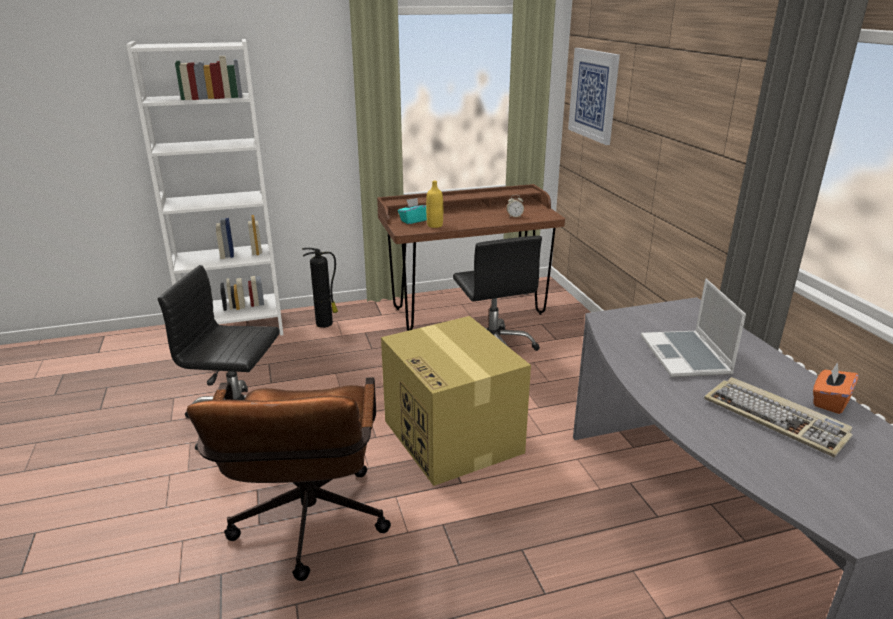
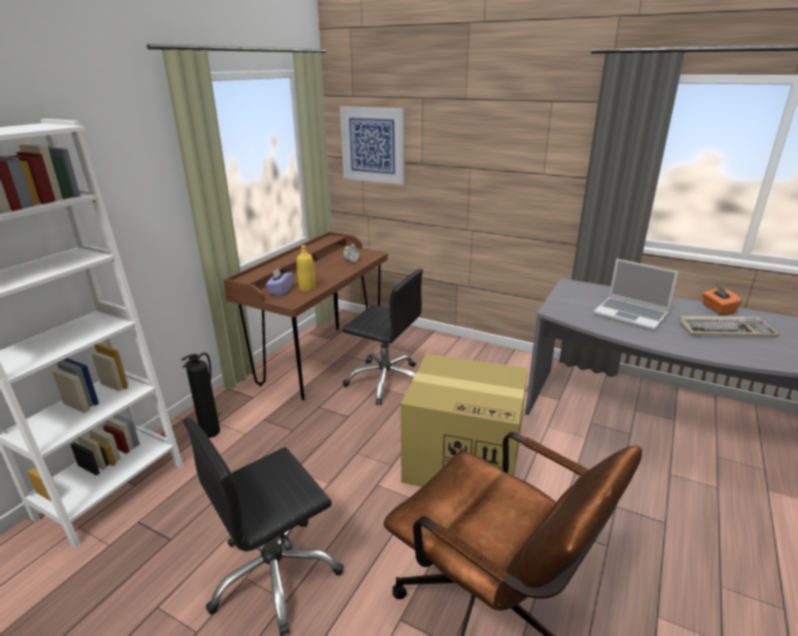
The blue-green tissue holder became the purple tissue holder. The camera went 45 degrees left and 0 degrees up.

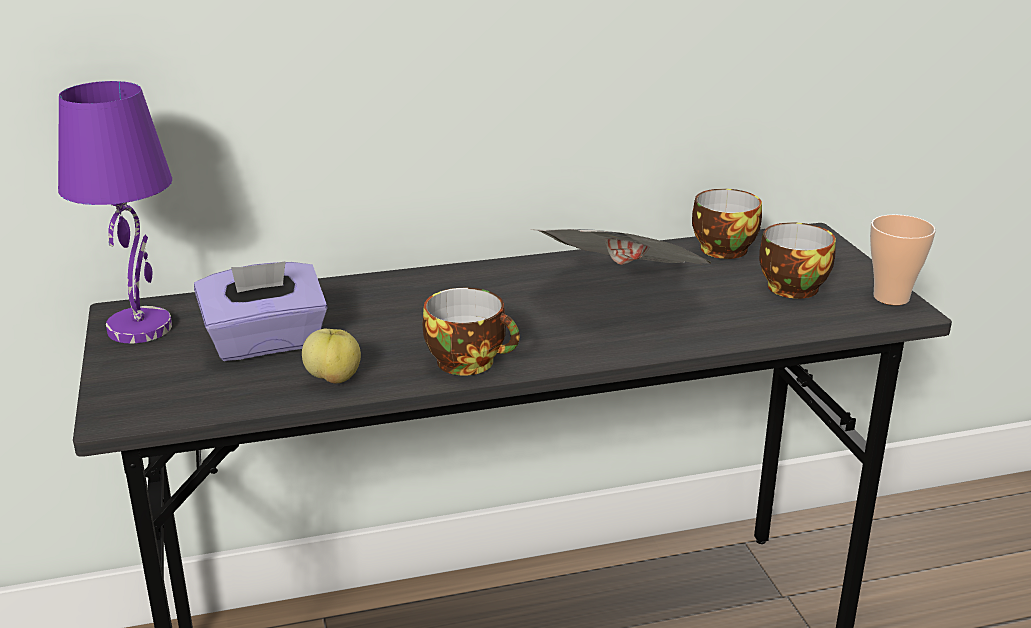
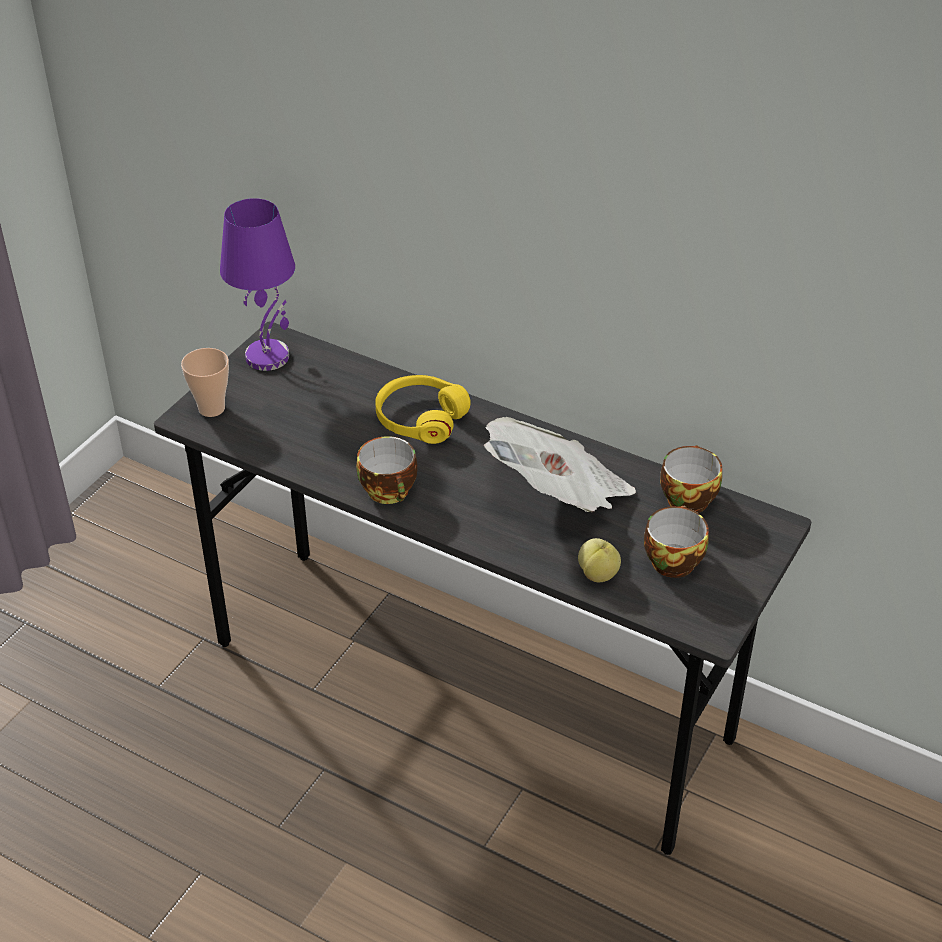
The purple tissue holder disappeared. The yellow-coloured pair of headphones appeared. The apple fruit moved. The cup (no. 4 from left in the first image) moved. The camera went 45 degrees right and 15 degrees up.

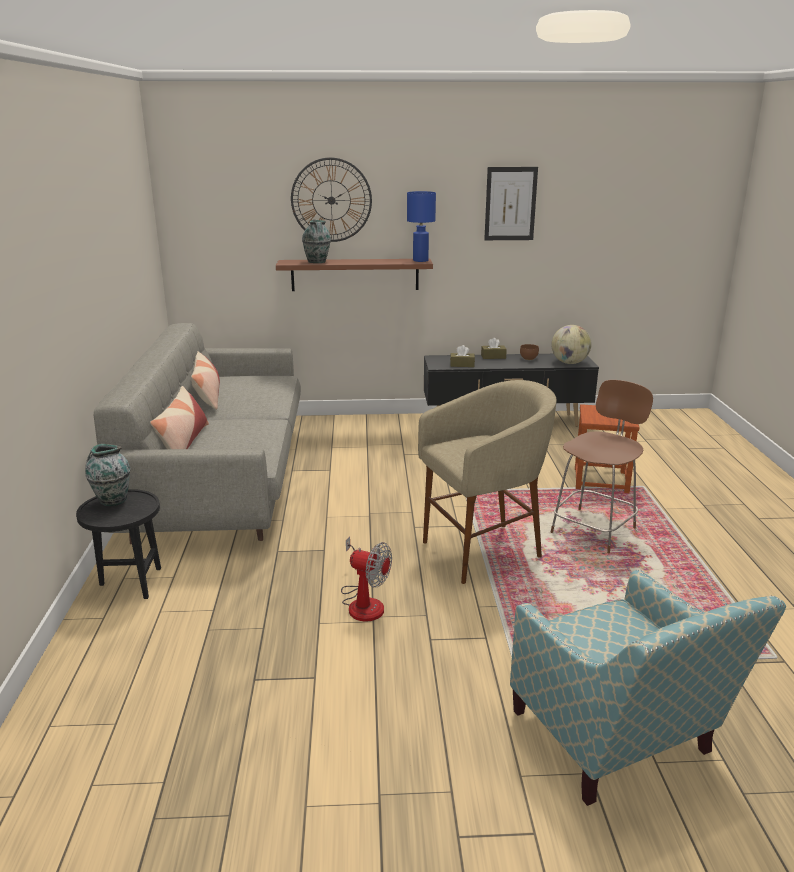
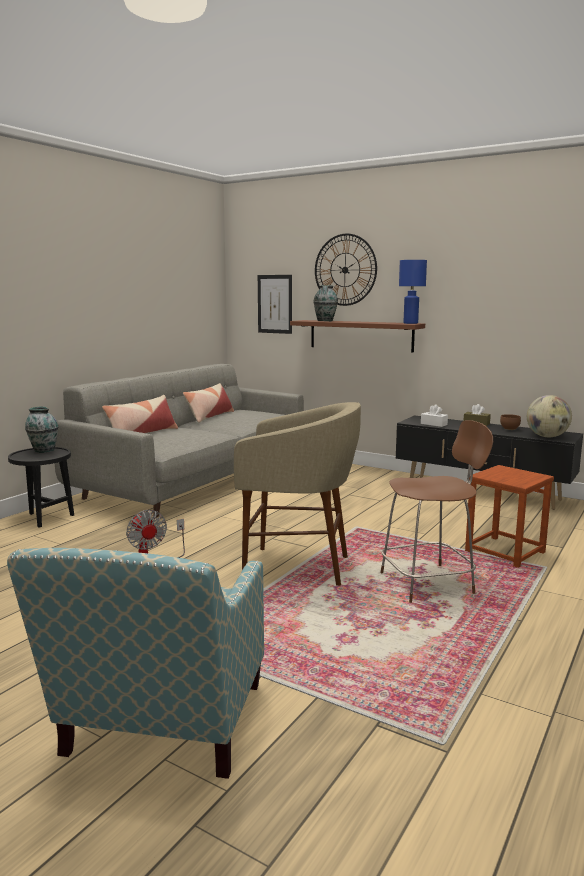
The picture moved. The brown-coloured tissue holder (no. 1 from left) became the white tissue holder. The camera went 35 degrees right and 10 degrees down.

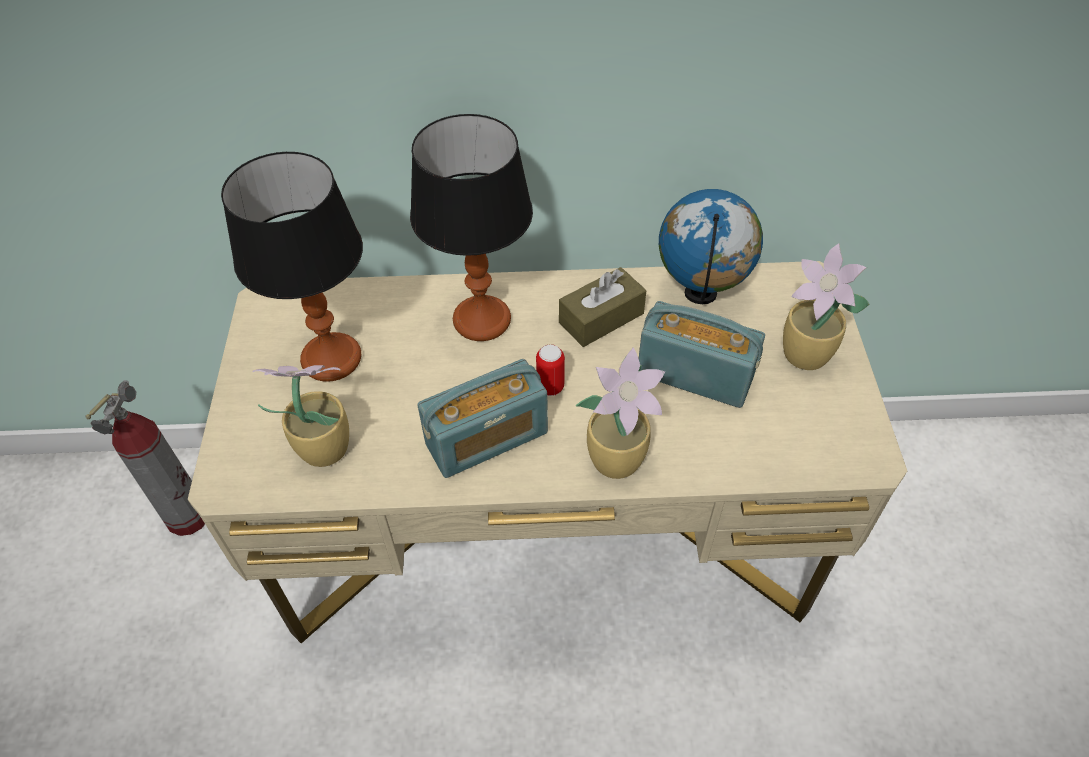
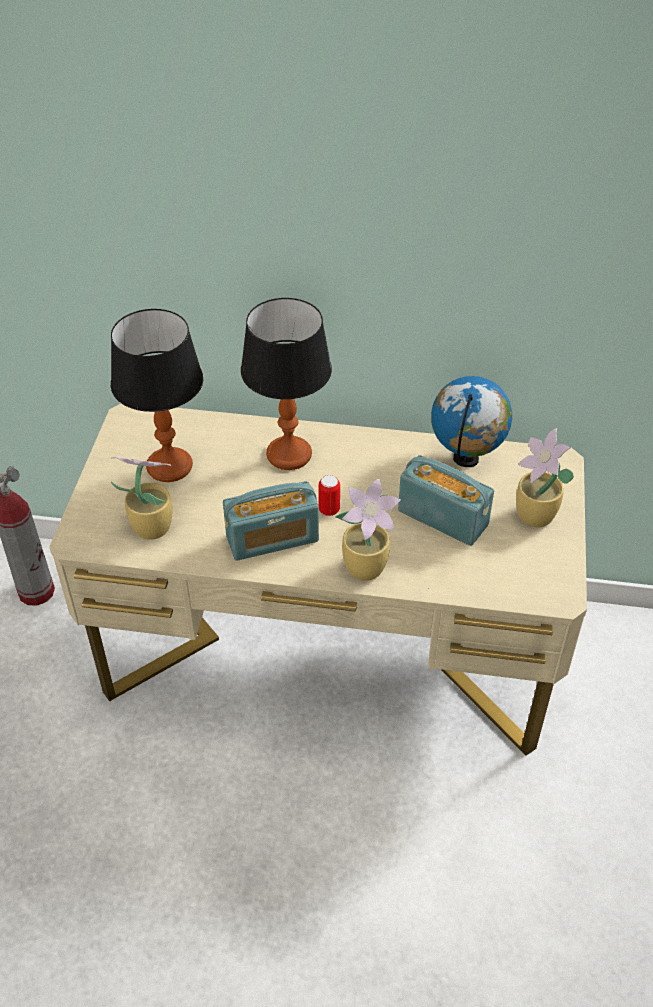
The brown-coloured tissue holder disappeared. The camera went 10 degrees right and 5 degrees down.

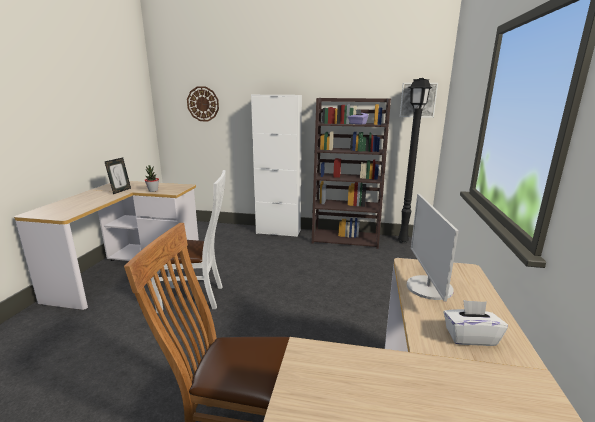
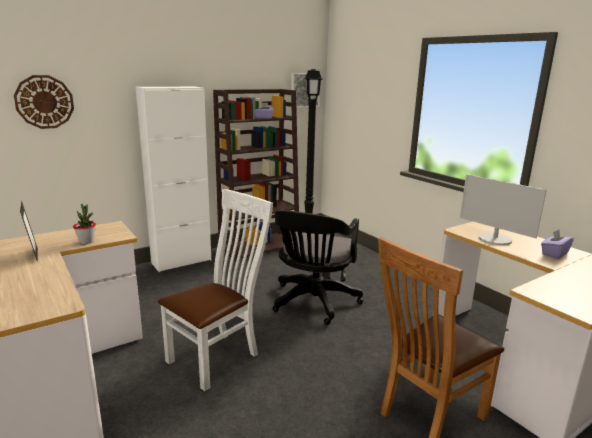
The black desk chair appeared. The white tissue holder became the purple tissue holder (no. 2 from left). The camera went 45 degrees left and 0 degrees up.

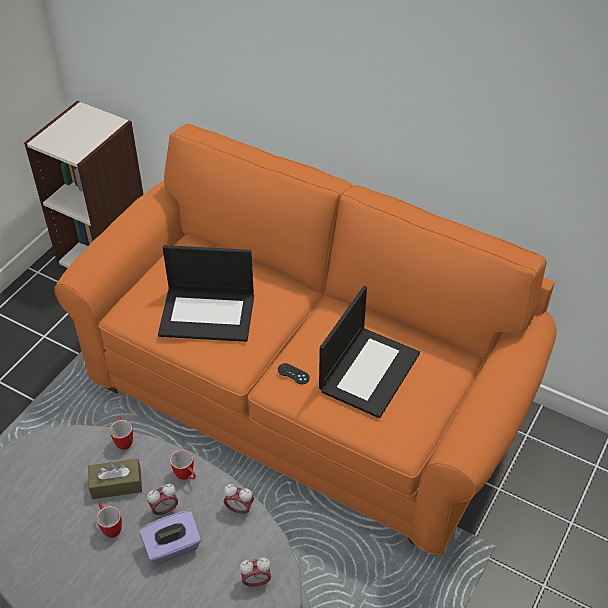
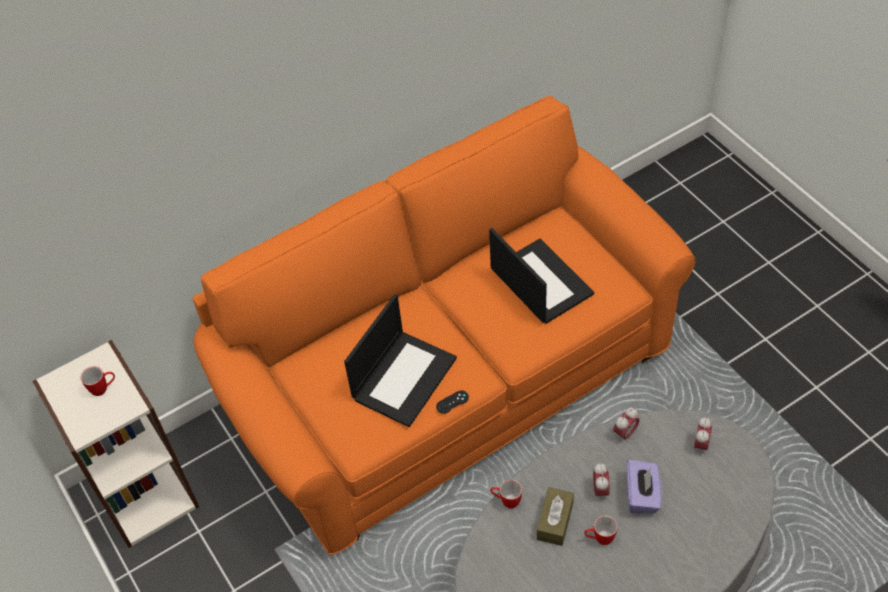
The mug (no. 3 from left in the first image) moved. The black gamepad moved. The camera went 60 degrees left and 5 degrees up.

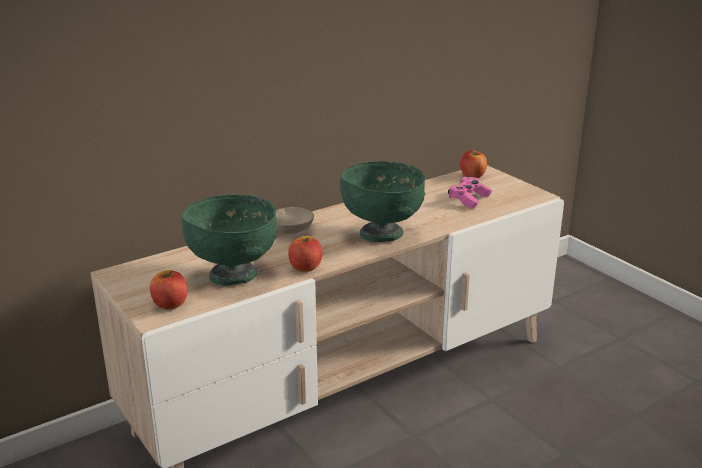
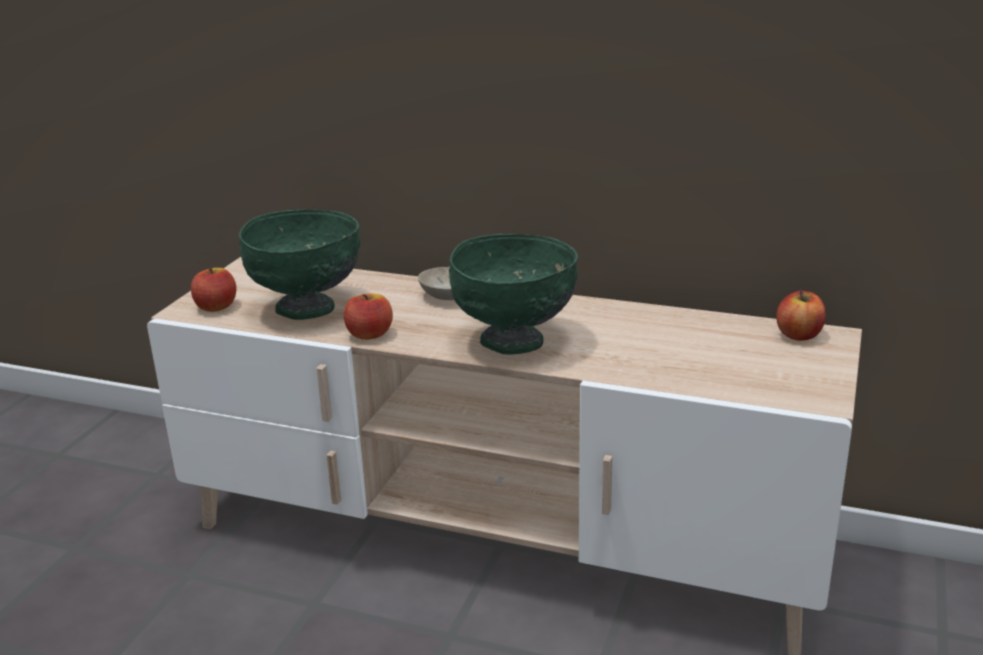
The pinkish gamepad disappeared. The camera went 55 degrees right and 0 degrees up.

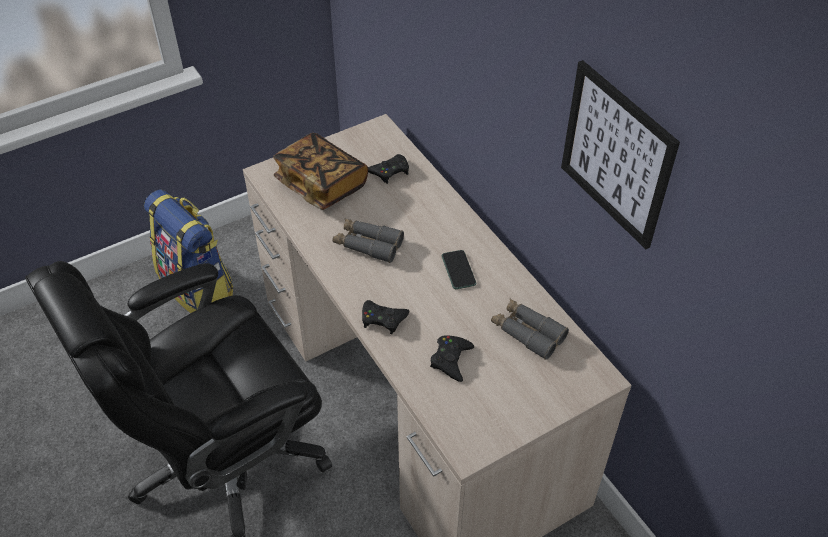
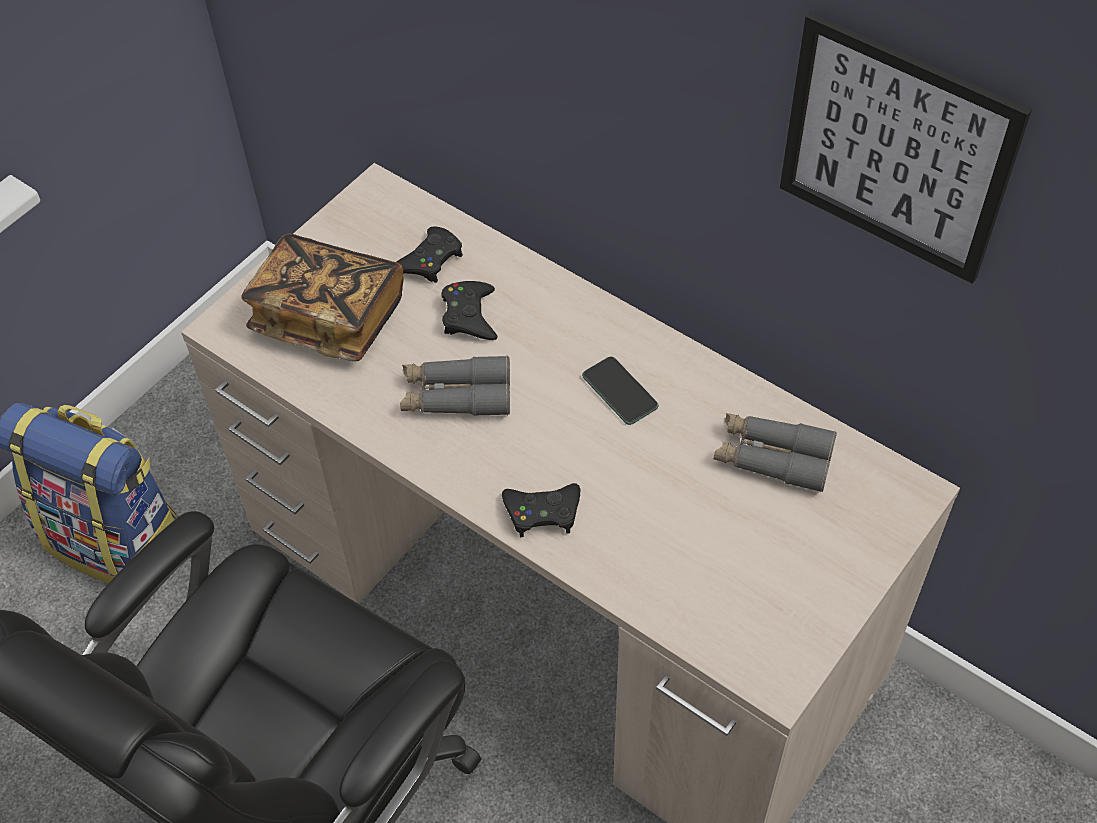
The black gamepad (no. 3 from left in the first image) moved. The camera went 20 degrees left and 5 degrees up.

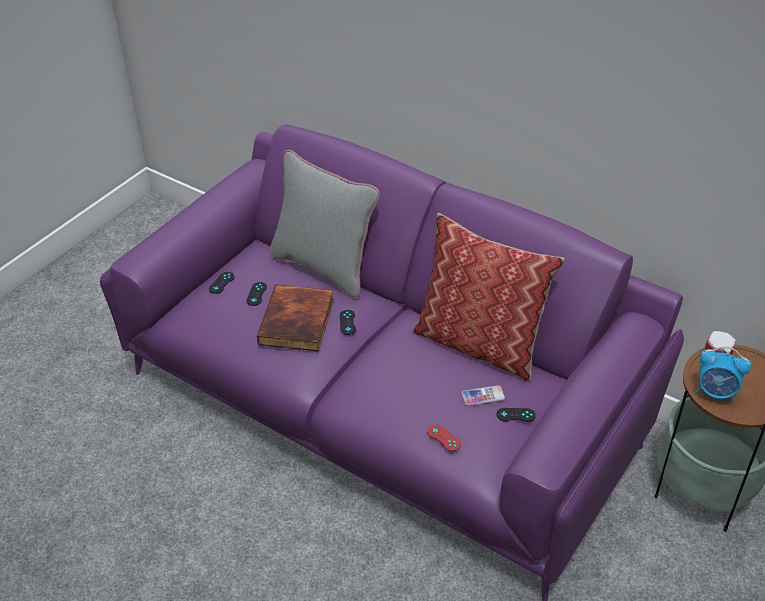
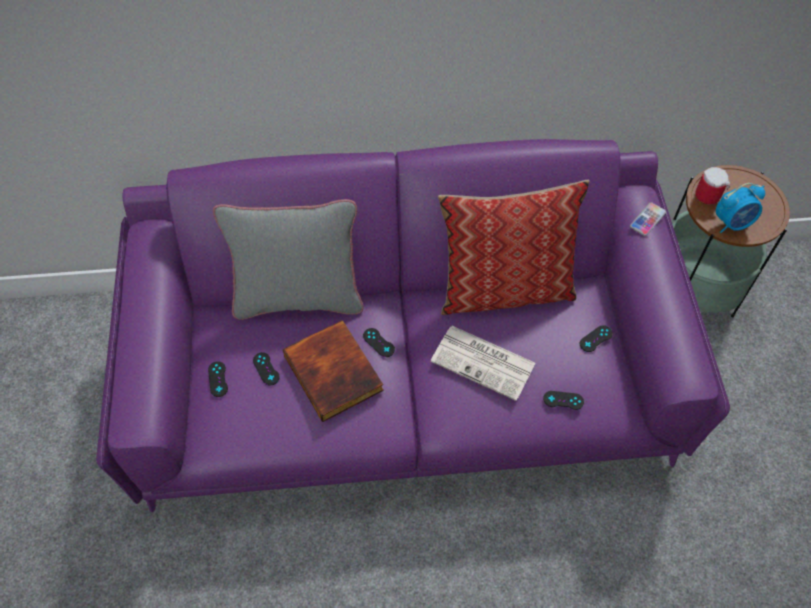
The daily paper appeared. The phone moved. The reddish gamepad became the black gamepad (no. 4 from left). The camera went 40 degrees left and 15 degrees up.

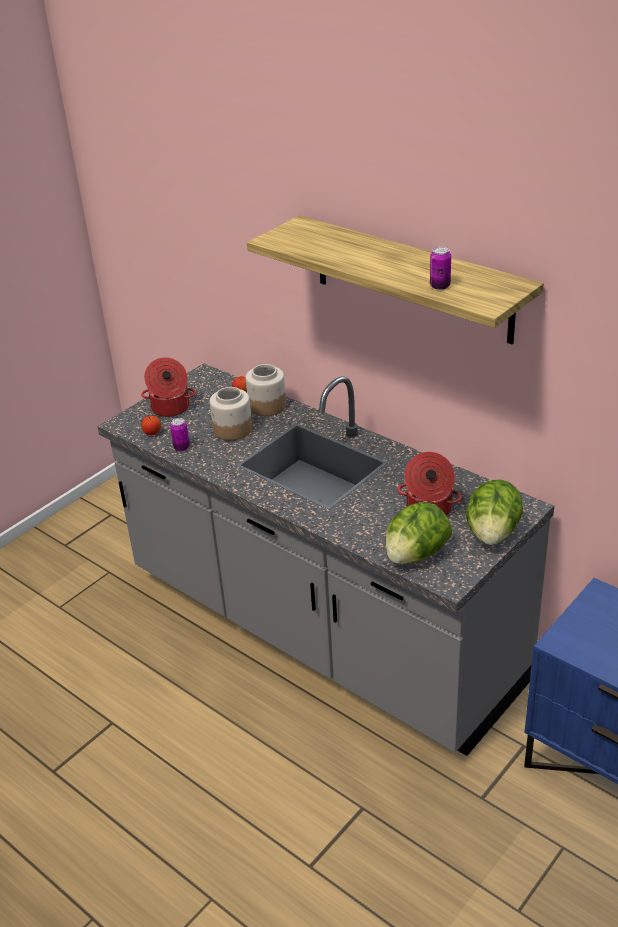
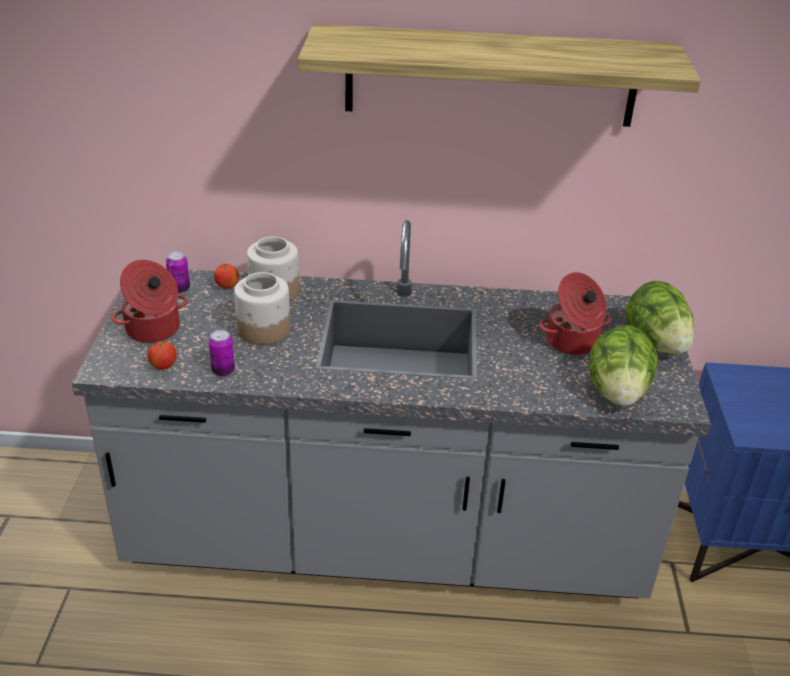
The metal can (no. 2 from left in the first image) moved. The camera went 40 degrees left and 0 degrees up.

